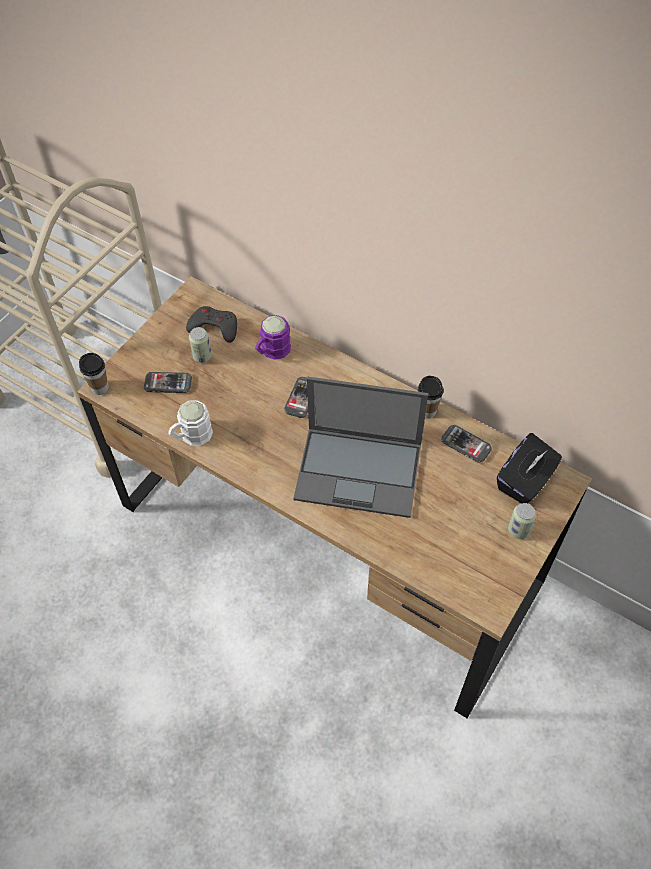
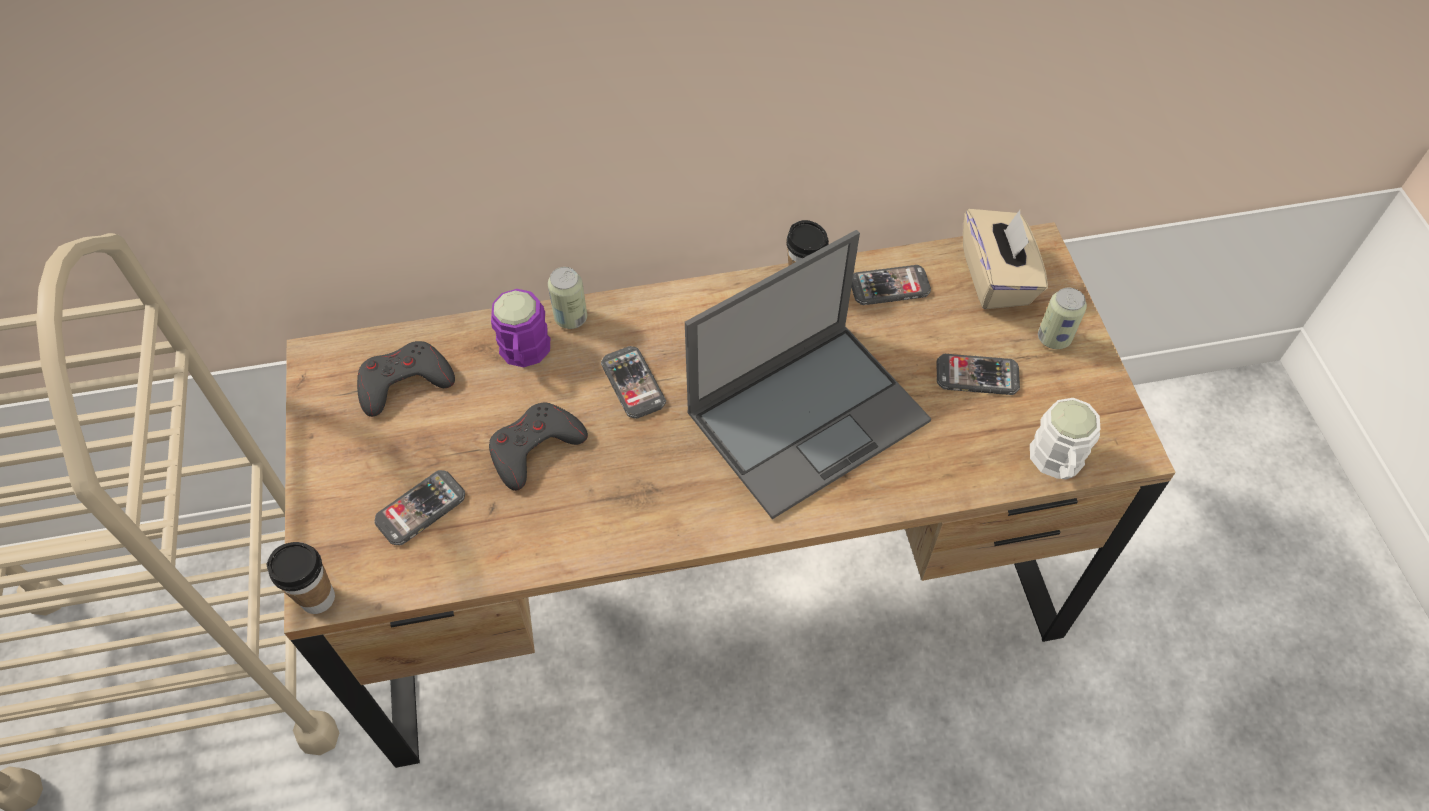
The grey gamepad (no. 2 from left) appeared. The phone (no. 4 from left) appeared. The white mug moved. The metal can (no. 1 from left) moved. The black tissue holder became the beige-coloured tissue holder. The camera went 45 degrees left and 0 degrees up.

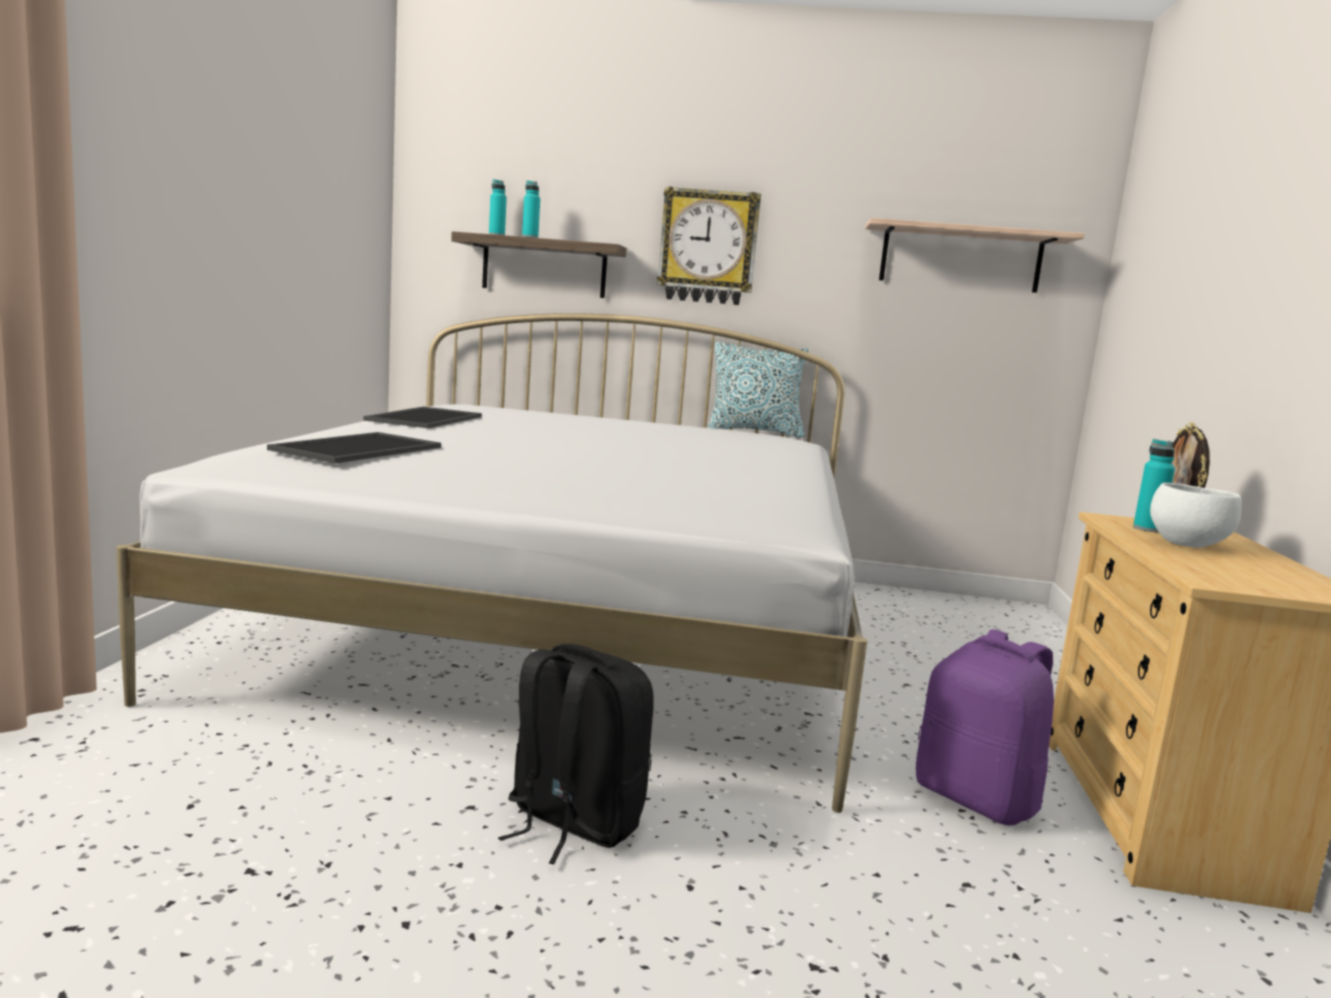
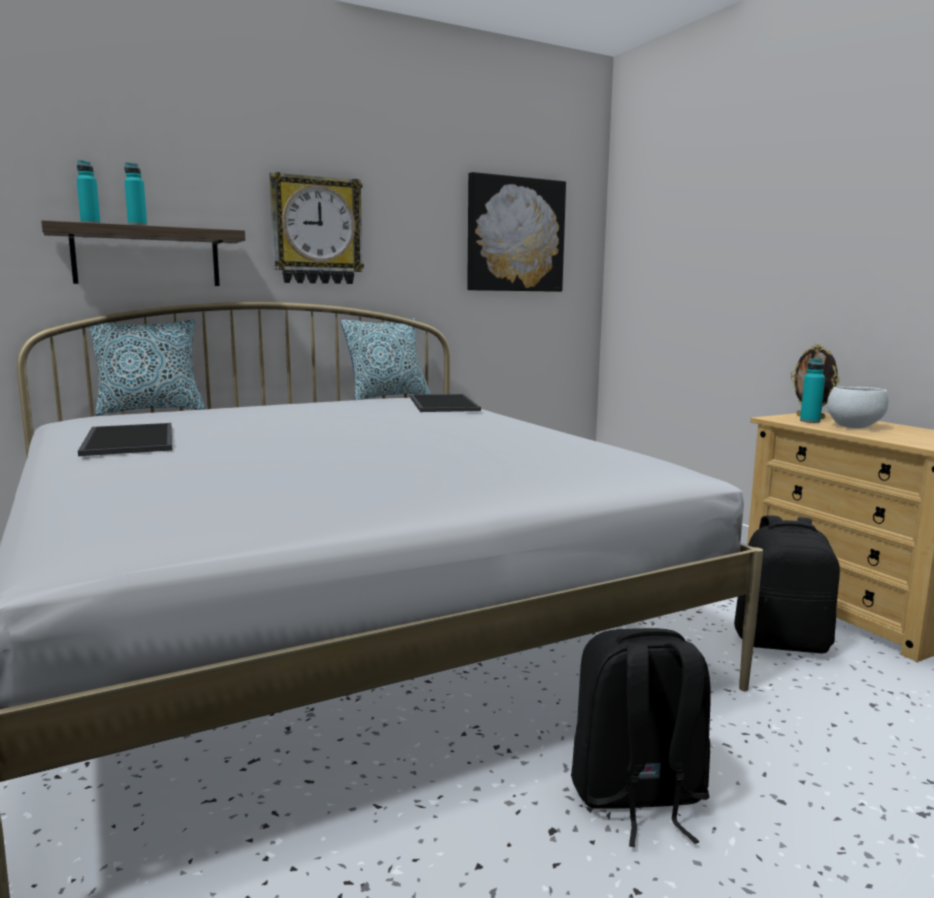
The throw pillow (no. 1 from left) appeared. The carrying tray (no. 1 from left in the first image) moved. The bracket shelf (no. 2 from left) was replaced by the picture. The purple backpack became the black backpack (no. 2 from left). The camera went 35 degrees left and 0 degrees up.

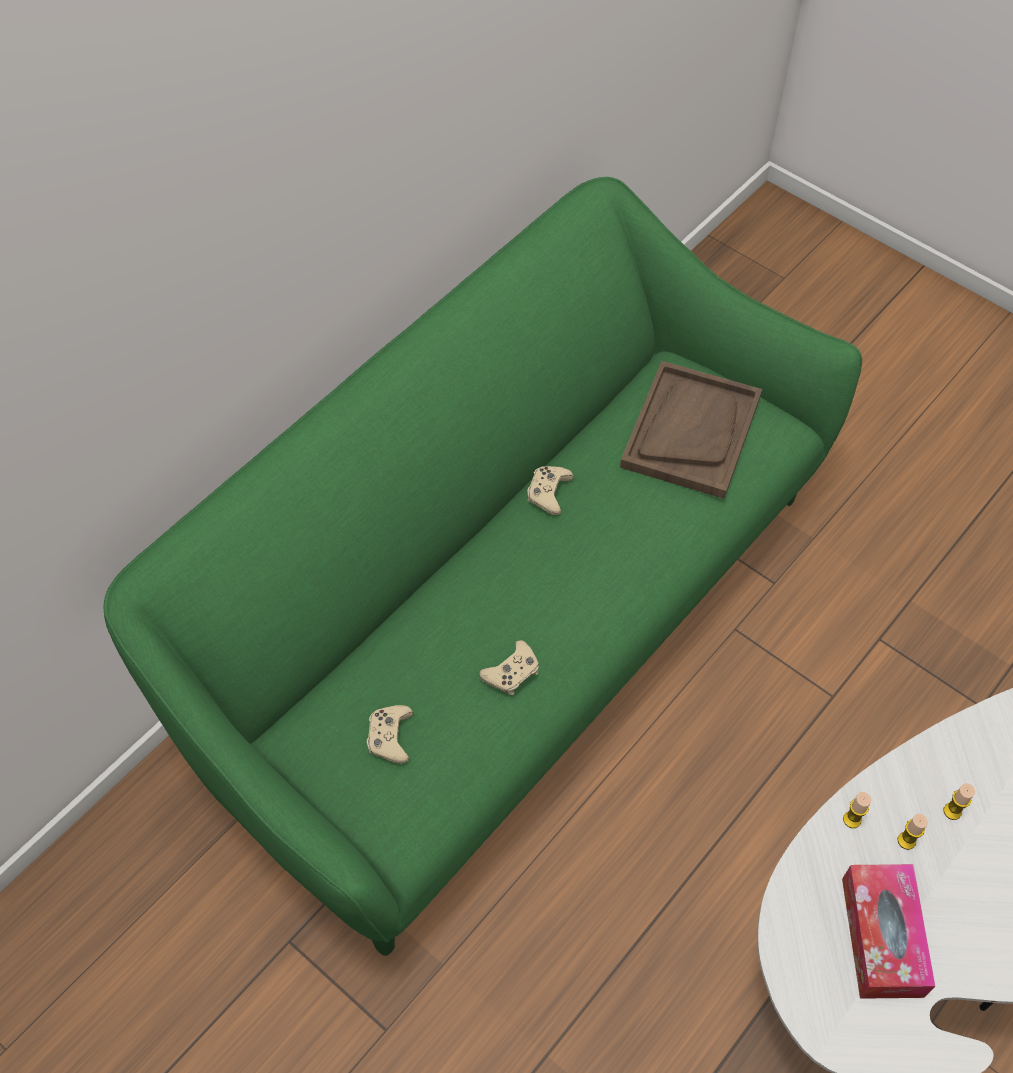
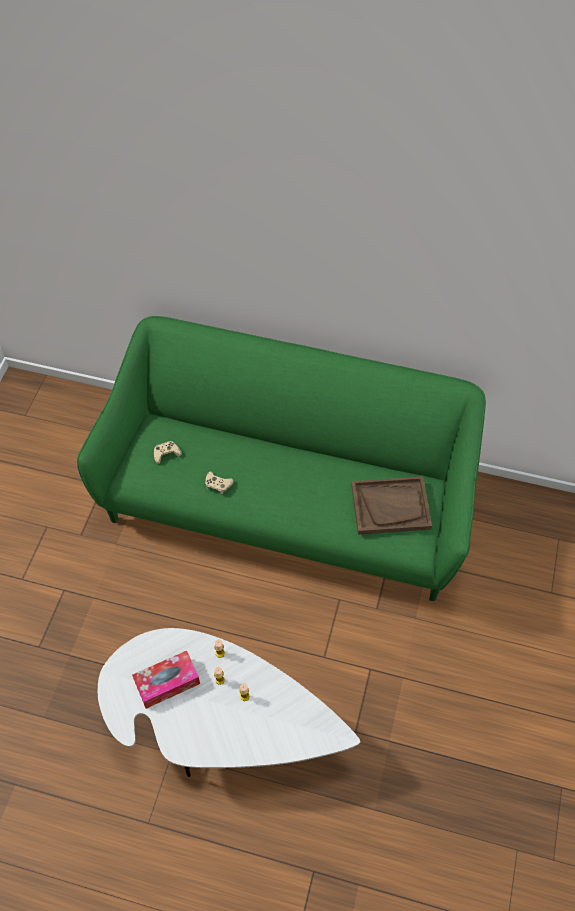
The beige-coloured gamepad (no. 3 from left) disappeared. The camera went 65 degrees right and 0 degrees up.

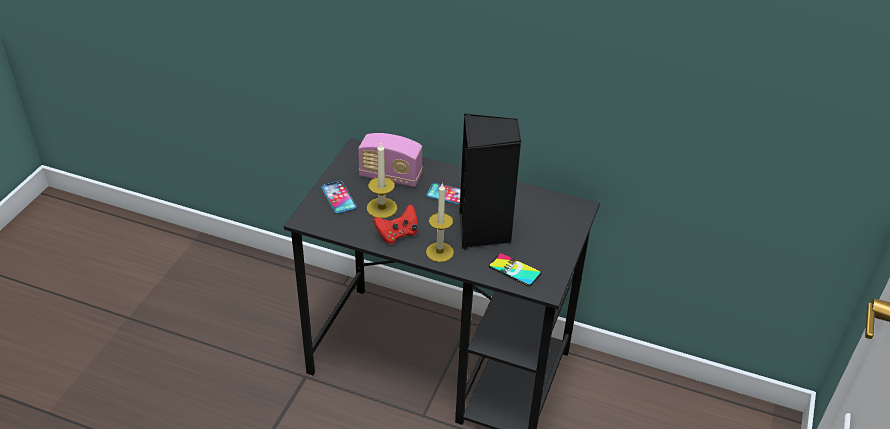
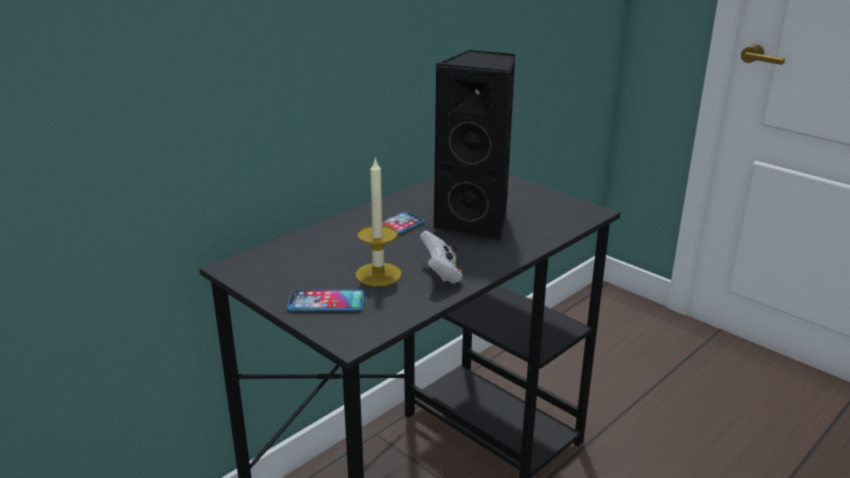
The radio set disappeared. The wax light (no. 2 from left) disappeared. The phone (no. 3 from left) disappeared. The reddish gamepad became the white gamepad. The camera went 65 degrees left and 15 degrees down.

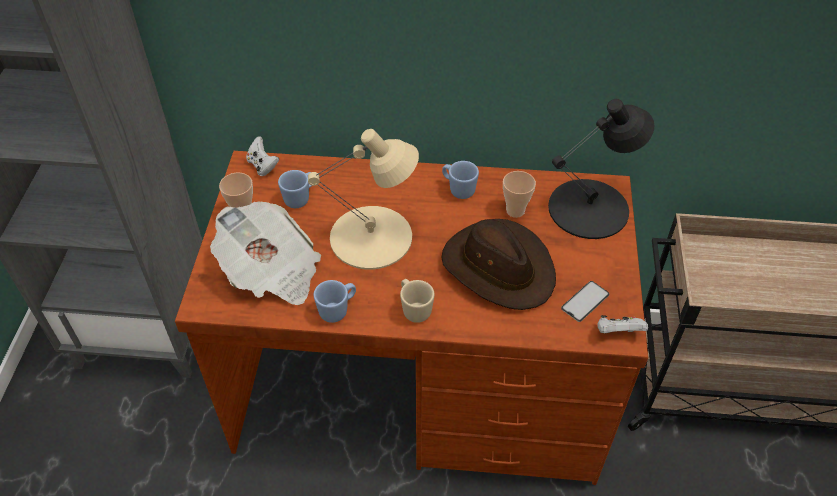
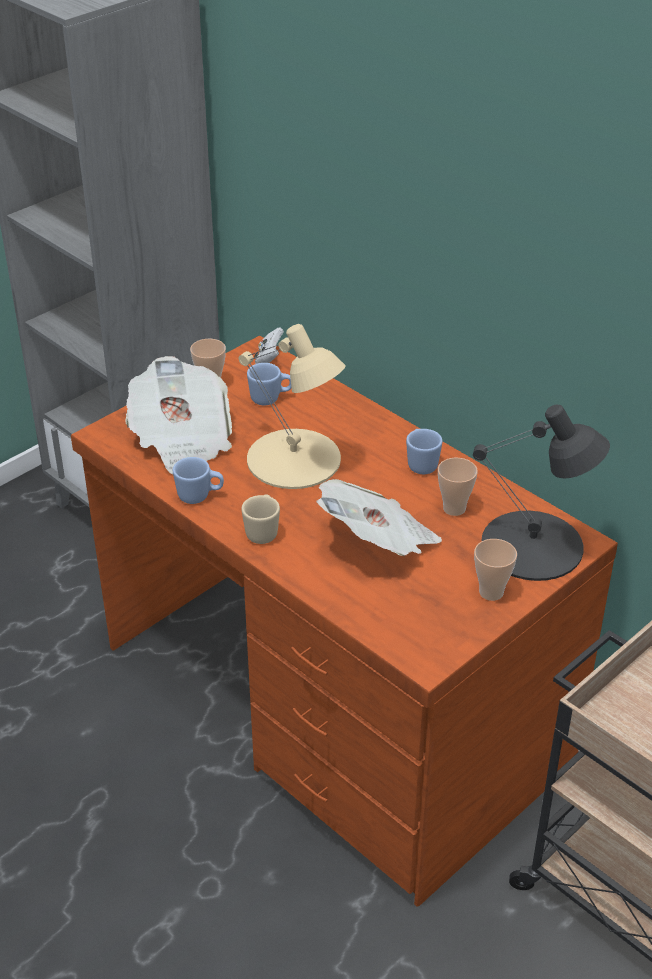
The phone disappeared. The white gamepad (no. 2 from left) disappeared. The cup (no. 3 from left) appeared. The brown-coloured hat was replaced by the daily paper (no. 2 from left). The camera went 40 degrees right and 10 degrees down.

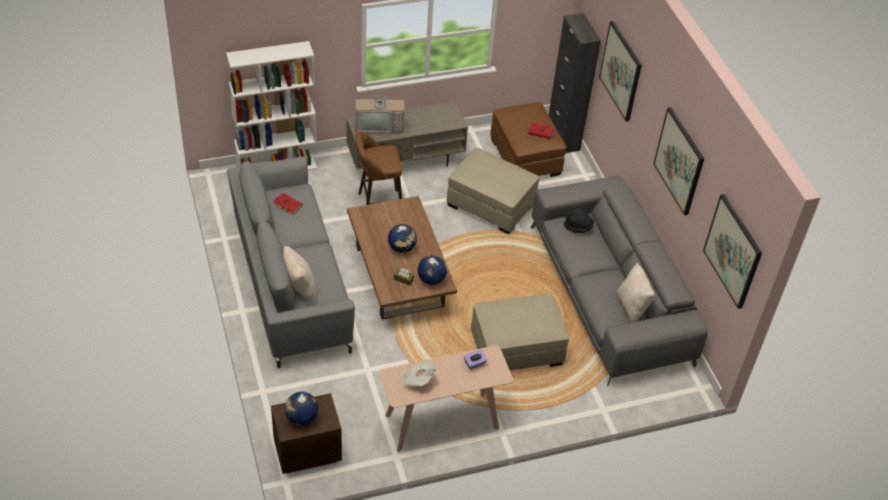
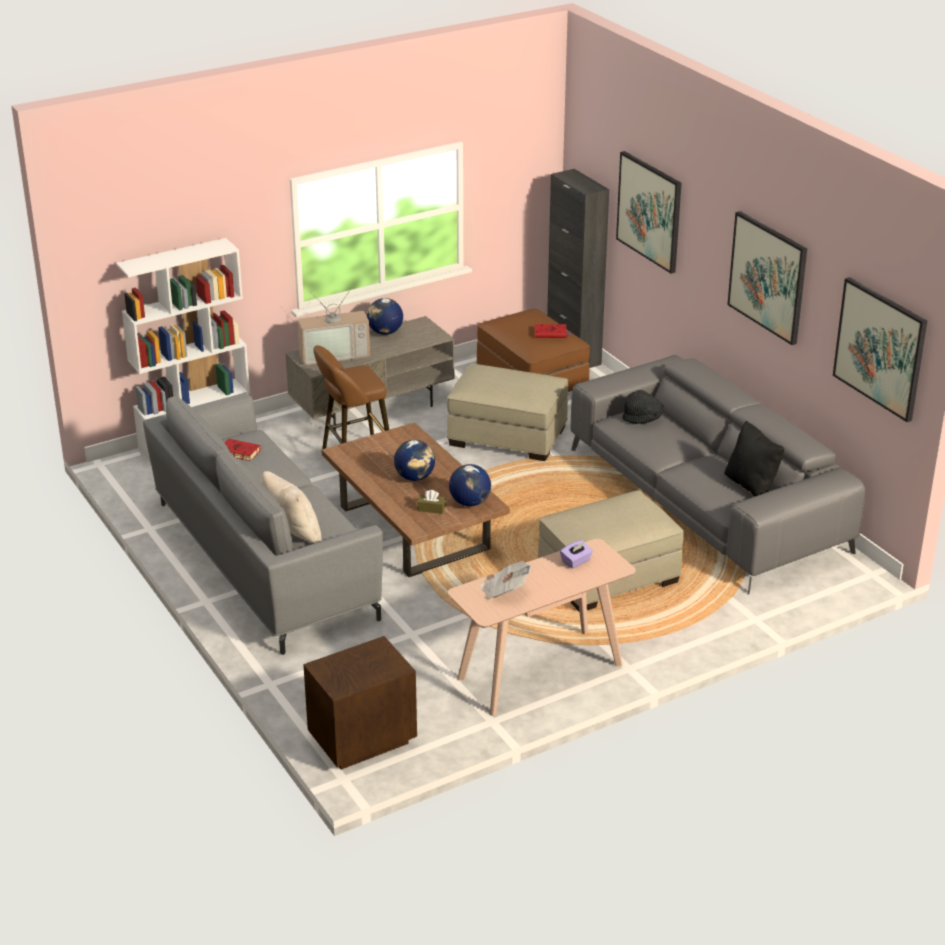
The globe (no. 1 from left) moved. The beige-coloured throw pillow (no. 2 from left) became the black throw pillow. The camera went 10 degrees left and 15 degrees down.

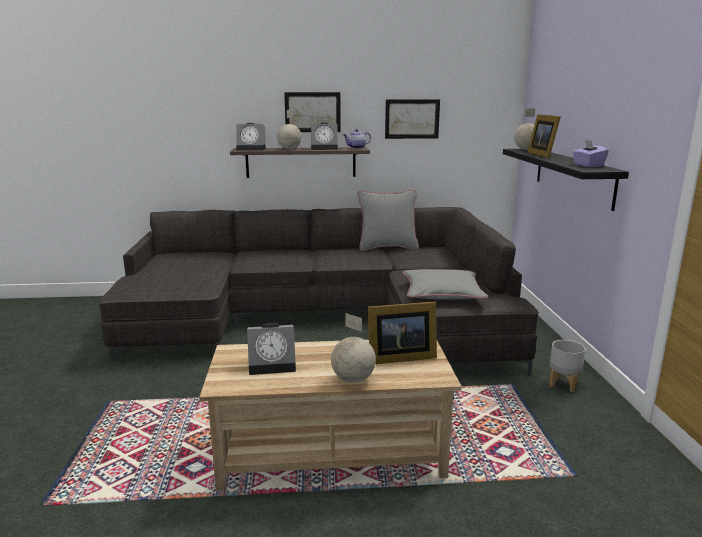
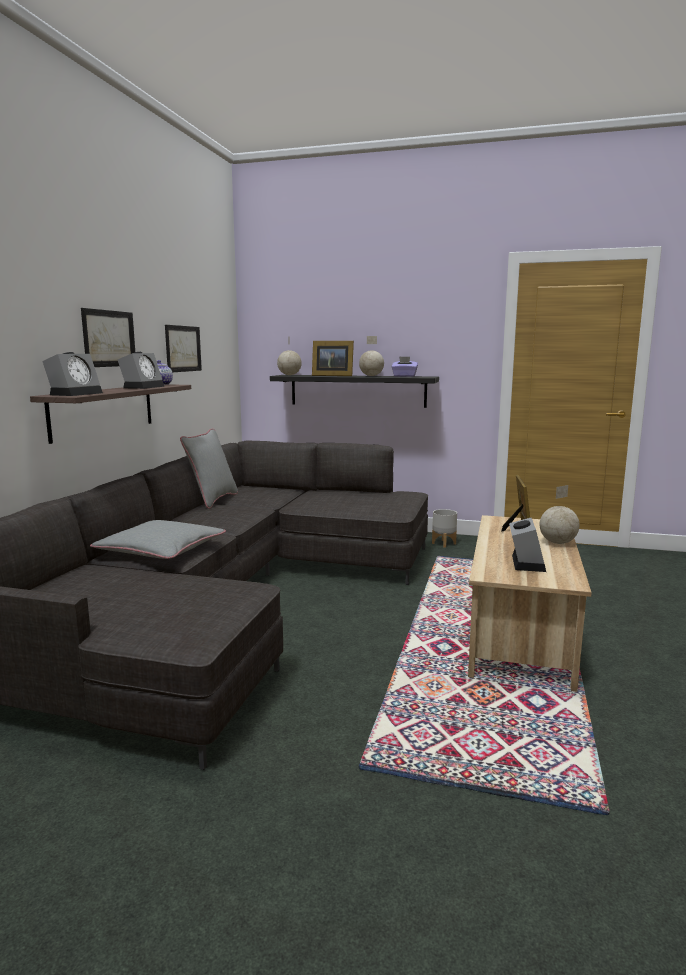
The globe (no. 1 from left in the first image) moved. The grey throw pillow (no. 2 from left in the first image) moved. The camera went 70 degrees left and 5 degrees down.

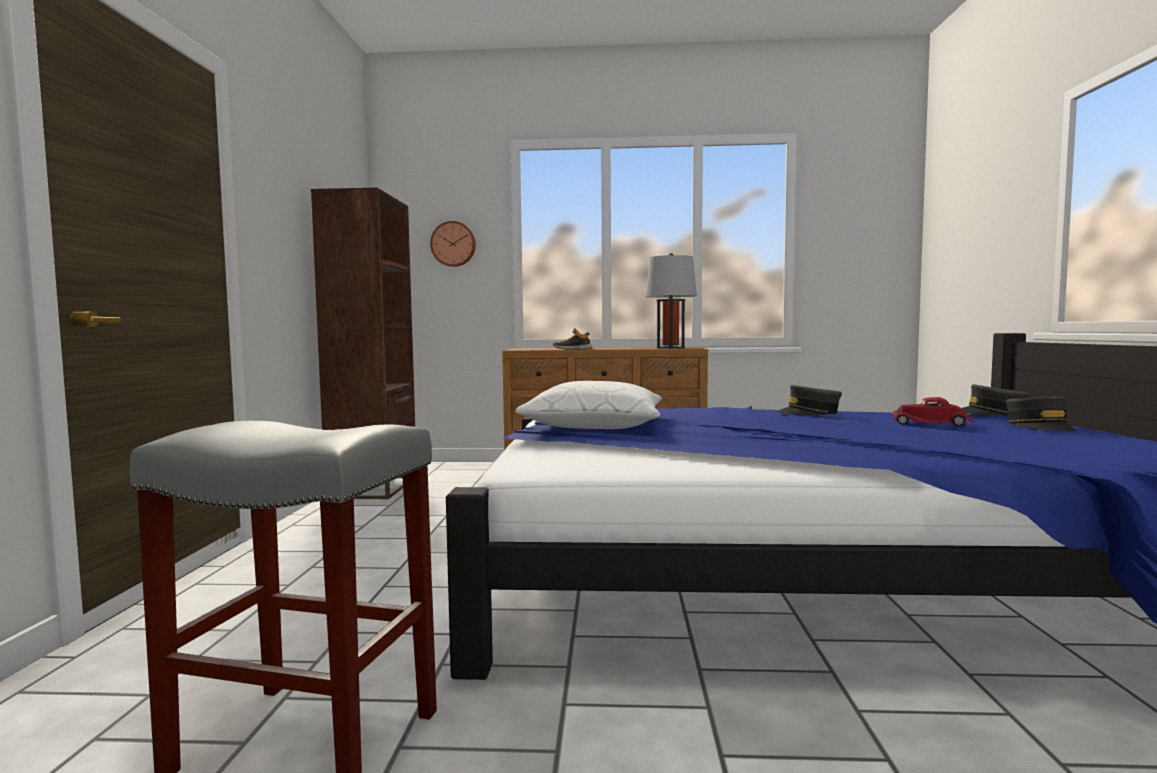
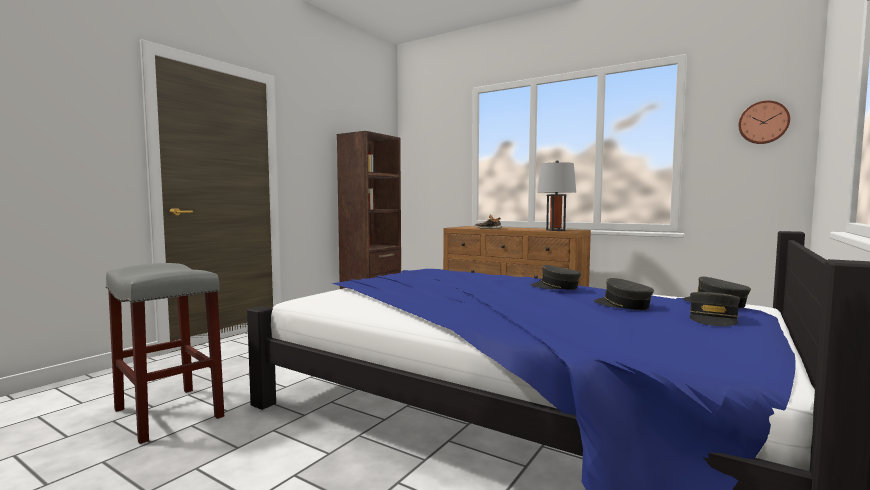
The white throw pillow disappeared. The clock on the wall moved. The reddish model car was replaced by the grey baseball cap (no. 2 from left). The camera went 30 degrees right and 0 degrees up.

